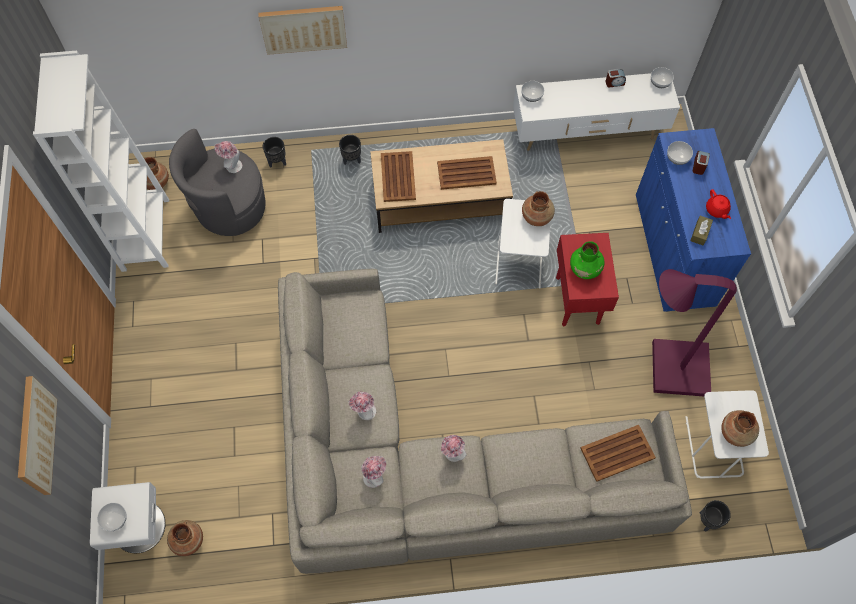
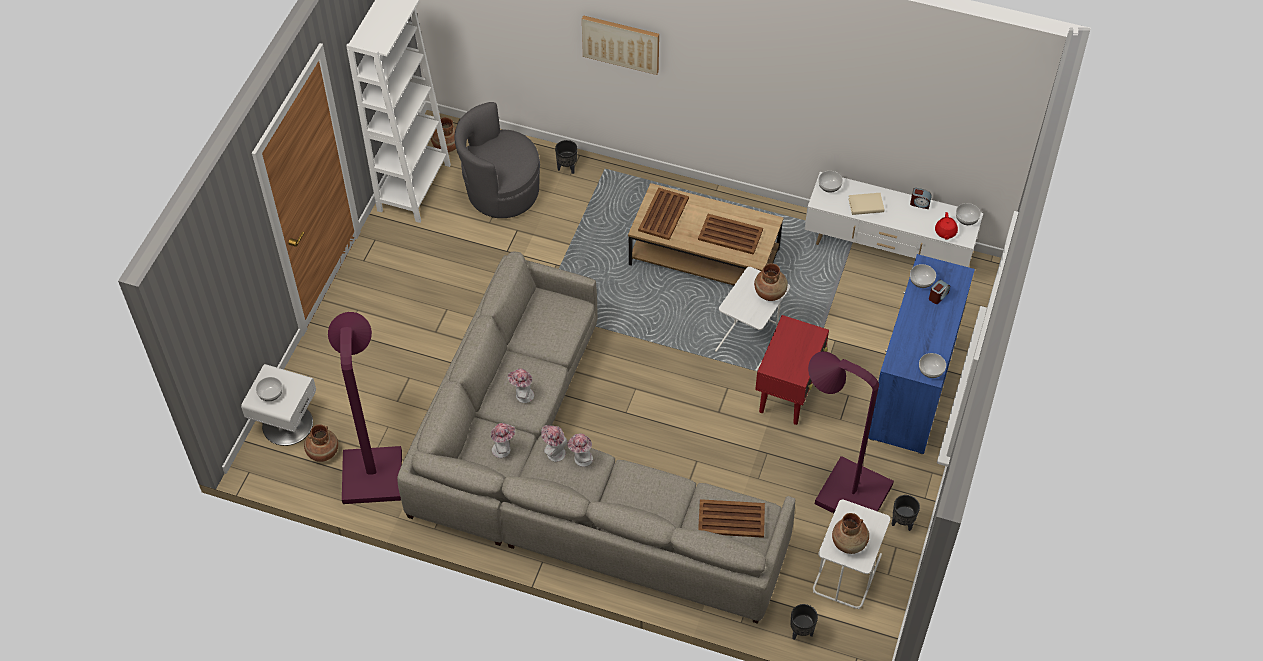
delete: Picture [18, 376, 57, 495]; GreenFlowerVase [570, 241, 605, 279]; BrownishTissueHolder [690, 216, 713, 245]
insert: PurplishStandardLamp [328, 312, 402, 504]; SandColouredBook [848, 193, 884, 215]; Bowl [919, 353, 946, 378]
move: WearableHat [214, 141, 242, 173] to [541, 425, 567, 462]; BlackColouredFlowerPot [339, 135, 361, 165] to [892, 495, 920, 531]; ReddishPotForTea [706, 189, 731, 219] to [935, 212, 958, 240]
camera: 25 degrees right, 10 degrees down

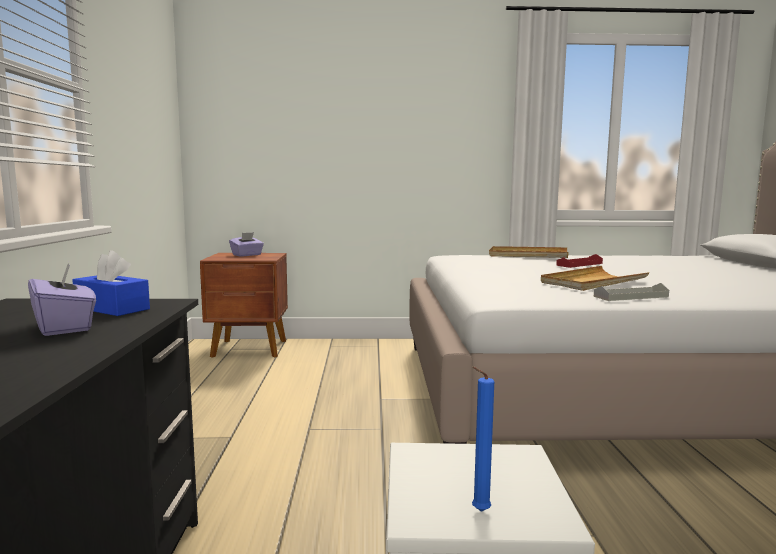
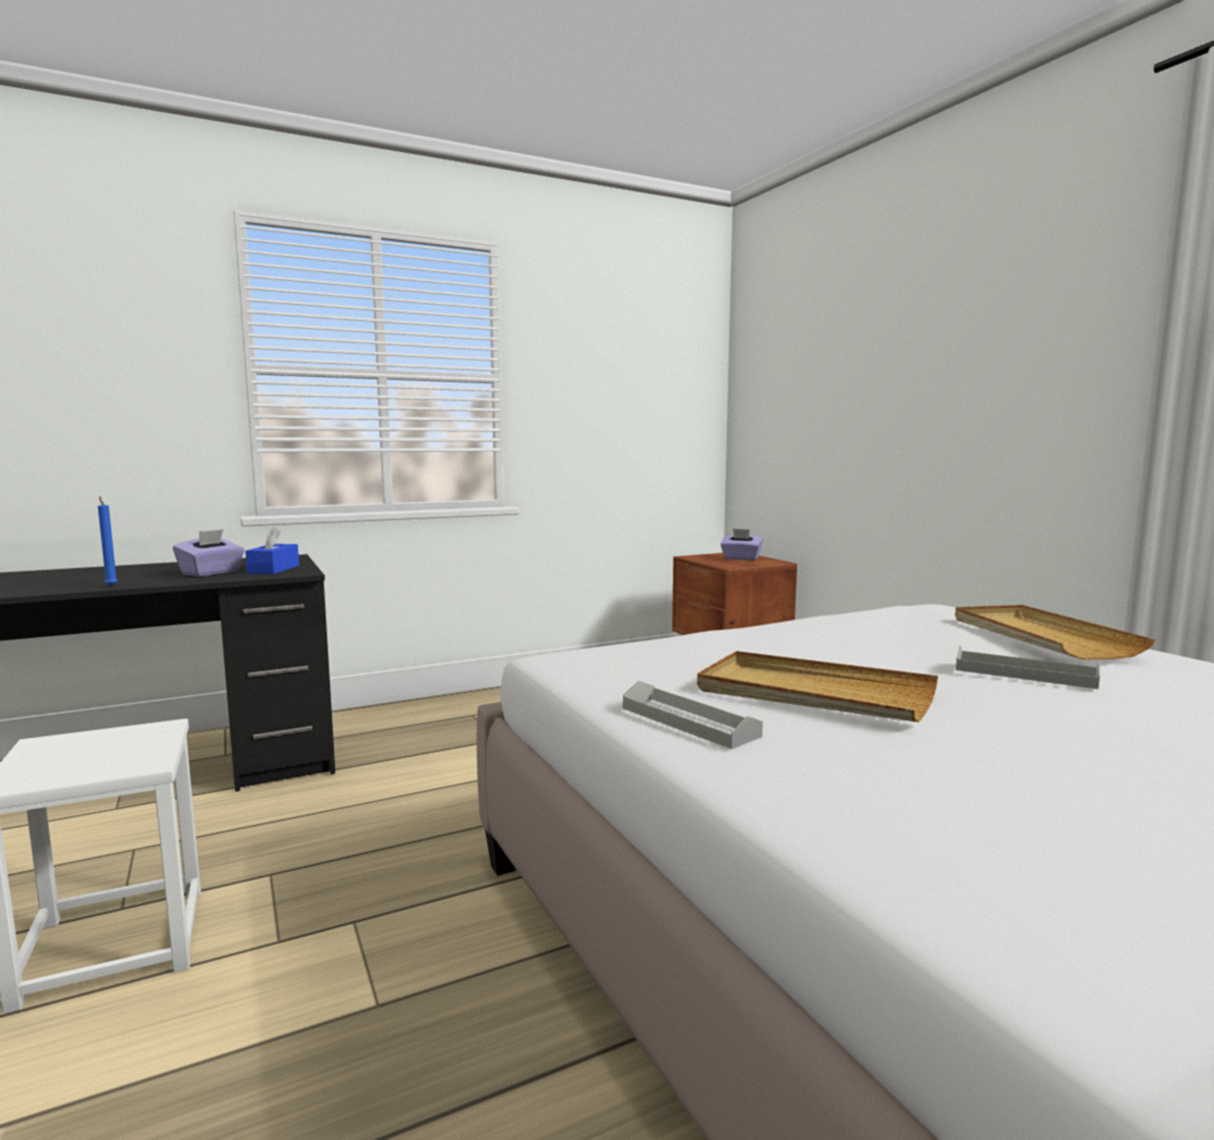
move: BlueColouredCandle [472, 366, 494, 512] to [98, 496, 118, 586]
recolor: ReddishTray [556, 254, 603, 268] to GreyishTray [956, 645, 1100, 689]
camera: 65 degrees right, 0 degrees up

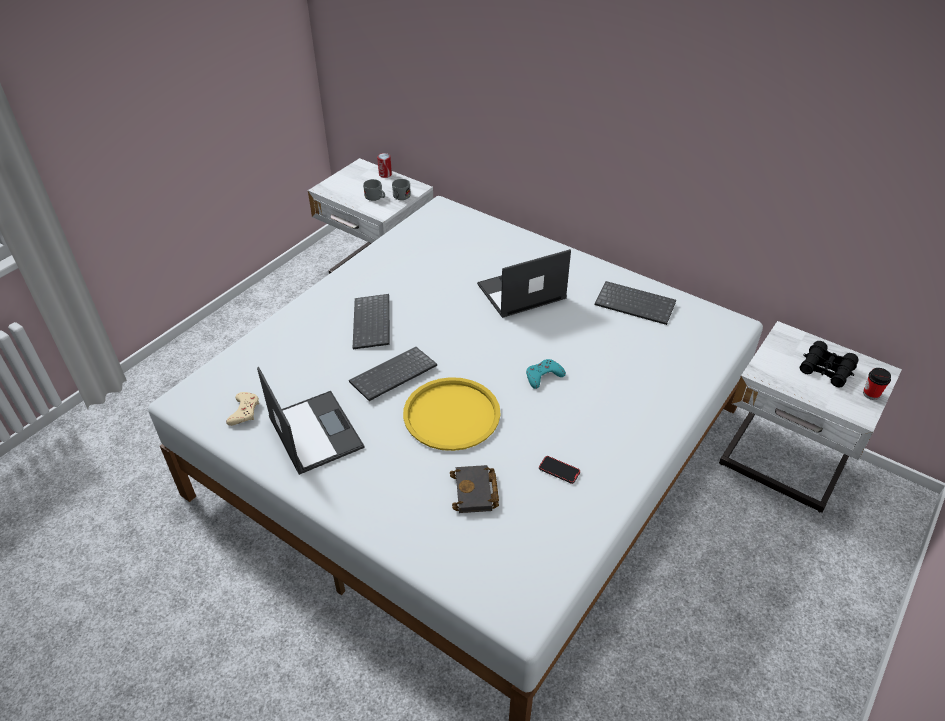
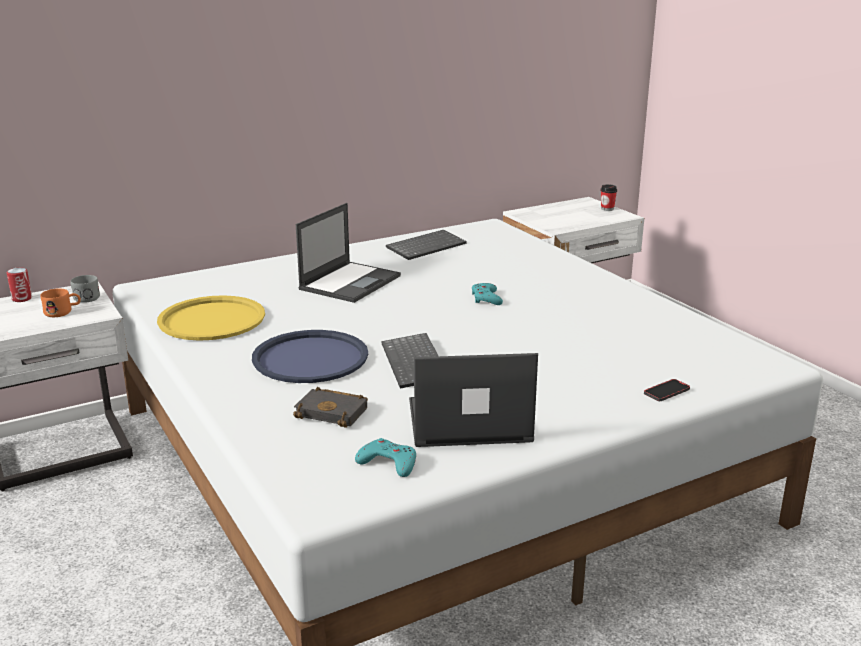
delete: BlackColouredPairOfBinoculars [800, 341, 859, 387]
move: YellowishTray [403, 377, 500, 451] to [157, 295, 265, 341]; BlackColouredBook [450, 465, 499, 513] to [293, 387, 368, 428]; Handset [539, 456, 580, 484] to [644, 379, 690, 401]
replace: ComputerKeyboard [353, 294, 389, 349] to BlueColouredTray [252, 330, 368, 383]
recolor: GreyishTeaMug [363, 179, 385, 201] to OrangeColouredTeaMug [40, 288, 81, 317]; SandColouredGamepad [226, 392, 259, 426] to TurquoiseColouredGamepad [355, 438, 416, 477]
rotate: Laptop [477, 249, 571, 318] = [296, 203, 401, 303] 150 degrees counterclockwise
camera: 65 degrees left, 20 degrees down

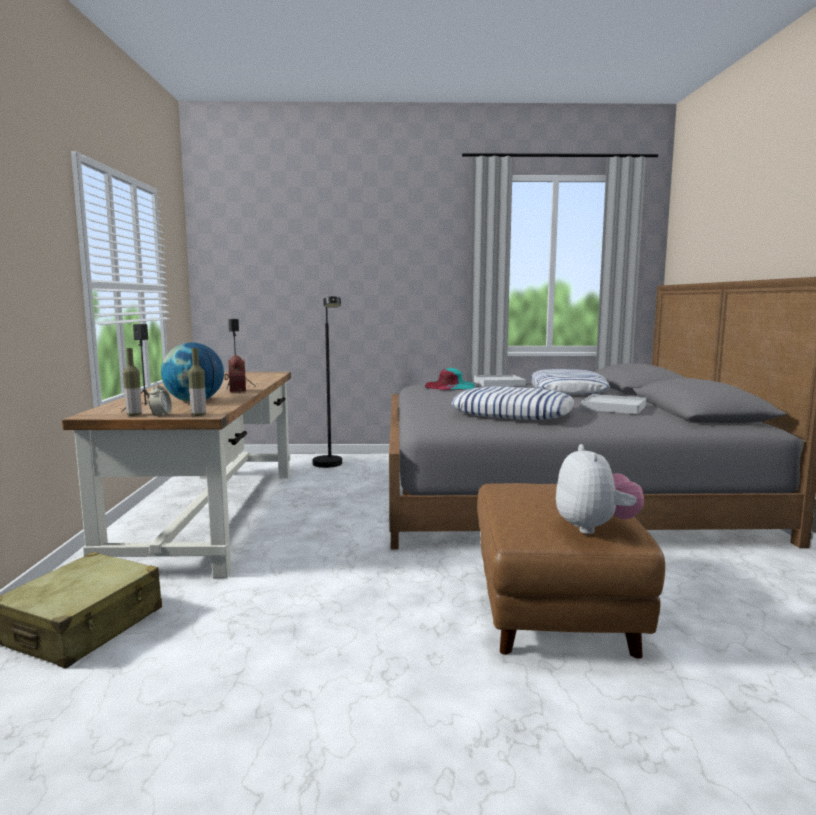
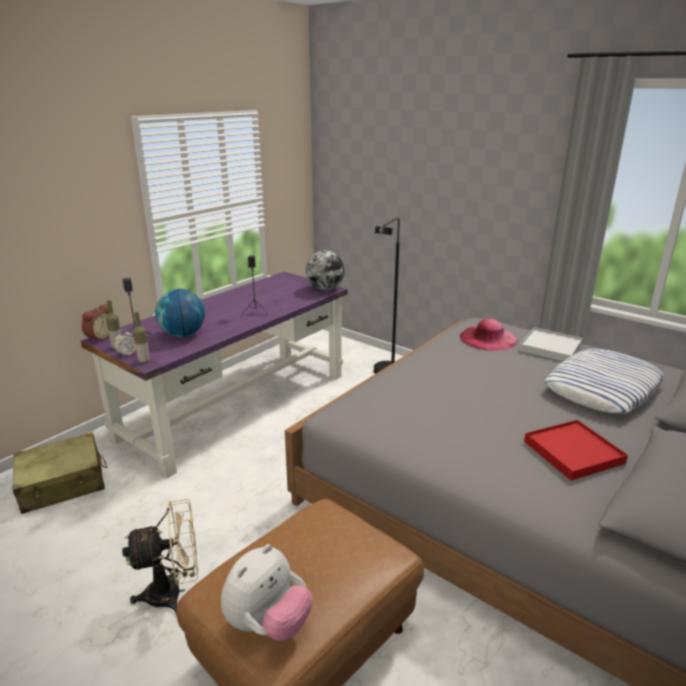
delete: Pillow [451, 386, 574, 420]
insert: SandColouredCoolingFan [122, 499, 198, 613]; Globe [306, 251, 345, 290]
move: TableClock [224, 355, 246, 393] to [82, 304, 109, 343]
recolor: BrownishDesk [62, 372, 291, 578] to PurplishDesk [81, 272, 348, 478]; TurquoiseColouredWearableHat [425, 368, 475, 390] to PinkColouredWearableHat [460, 319, 517, 351]; WhiteColouredTray [581, 394, 646, 414] to ReddishTray [524, 420, 628, 480]
camera: 40 degrees right, 15 degrees up

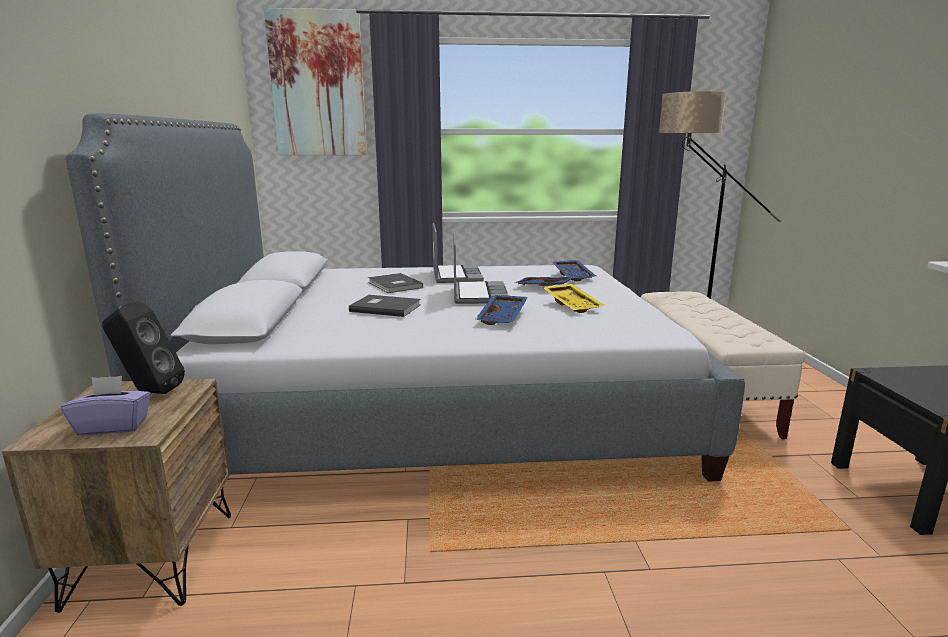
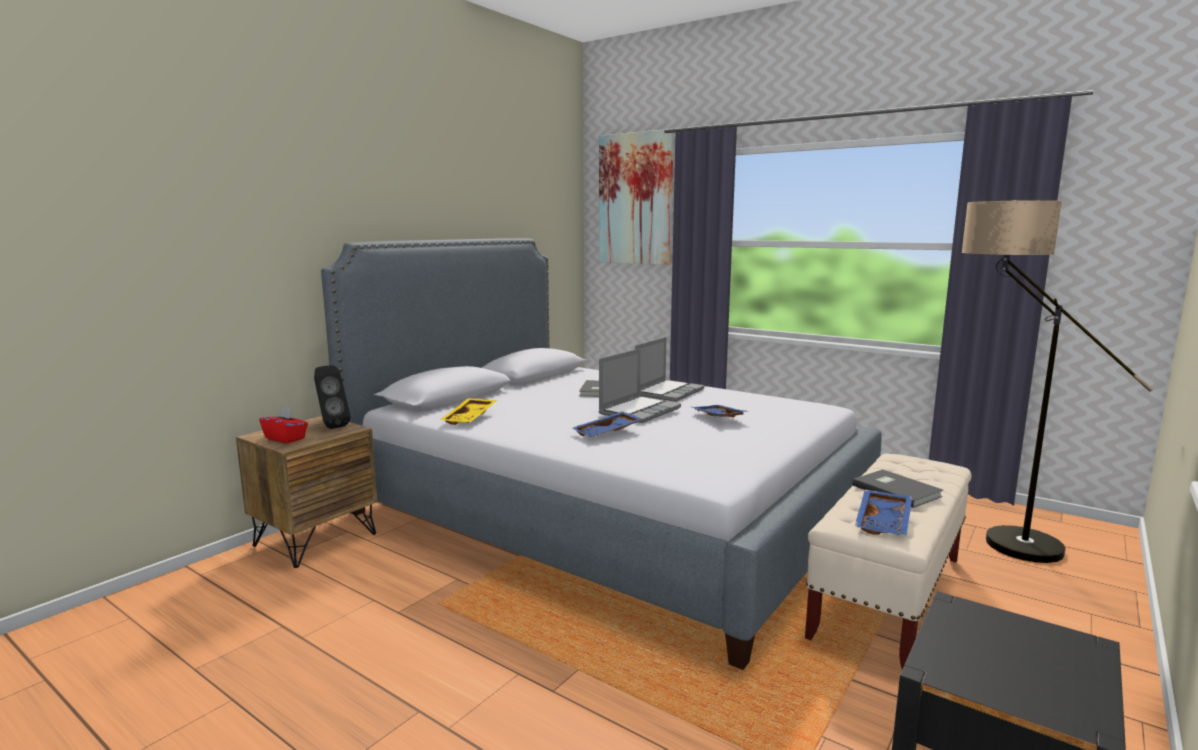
move: YellowishTray [543, 284, 604, 313] to [440, 398, 497, 425]; GreyishBook [349, 295, 421, 317] to [852, 469, 943, 508]; BlueColouredTray [552, 260, 596, 281] to [854, 490, 912, 535]
recolor: PurplishTissueHolder [61, 376, 151, 436] to ReddishTissueHolder [259, 406, 308, 444]
camera: 40 degrees right, 5 degrees down

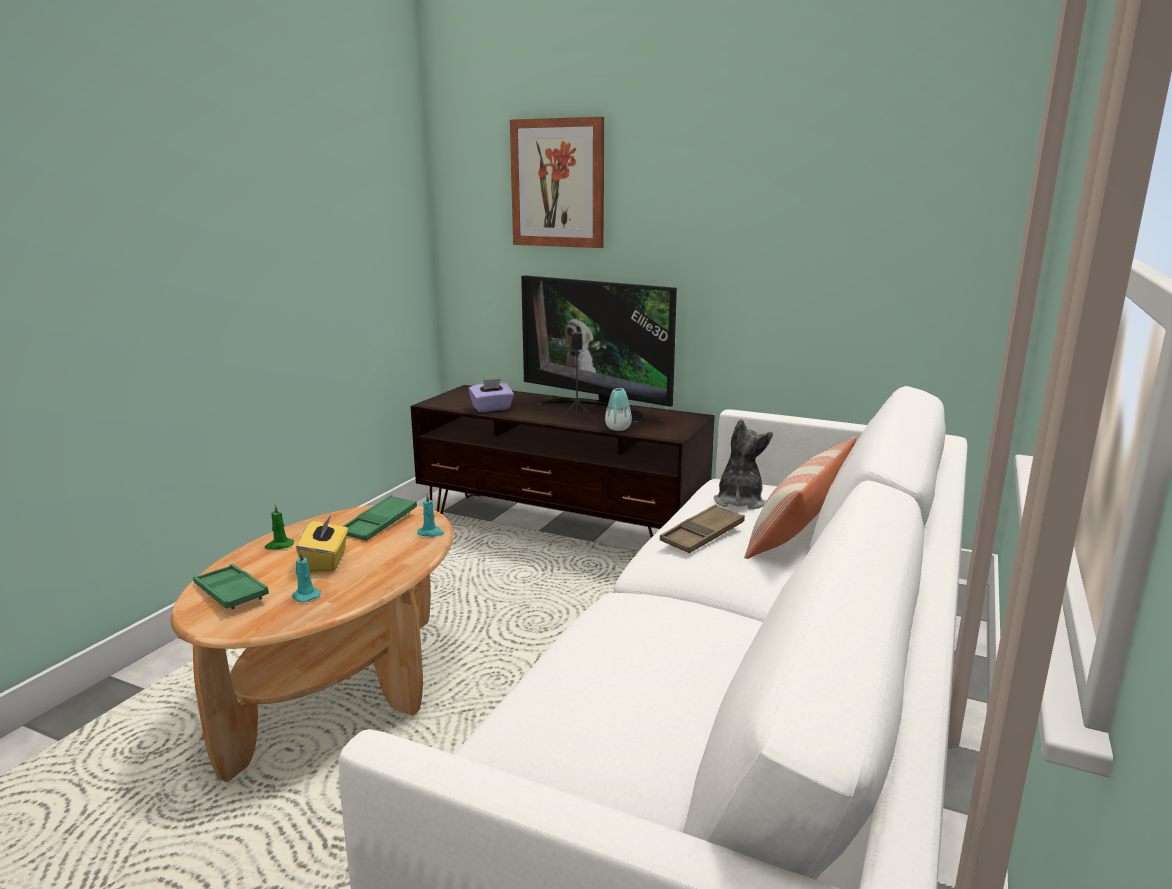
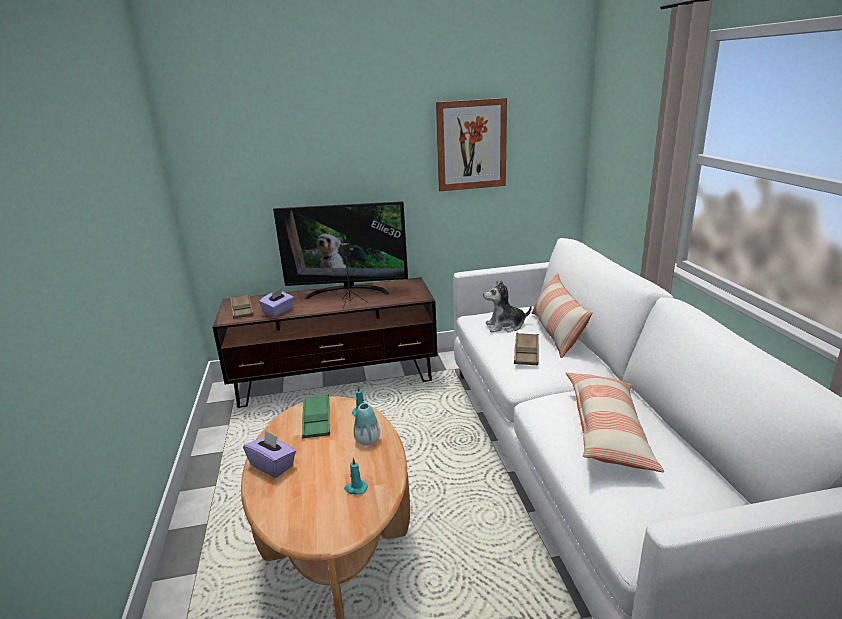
delete: GreenTray [193, 564, 269, 609]; YellowishTissueHolder [296, 514, 348, 572]
insert: BrownishTray [230, 294, 253, 319]; Pillow [566, 372, 664, 472]
move: FlowerVase [605, 388, 632, 431] to [353, 403, 380, 446]; Picture [510, 117, 604, 248] to [436, 98, 507, 191]
replace: GreenCandle [265, 504, 294, 550] to PurplishTissueHolder [243, 430, 296, 478]
rotate: CuddlyToy [714, 419, 773, 509] = [483, 281, 532, 332] 75 degrees counterclockwise
camera: 35 degrees left, 5 degrees up

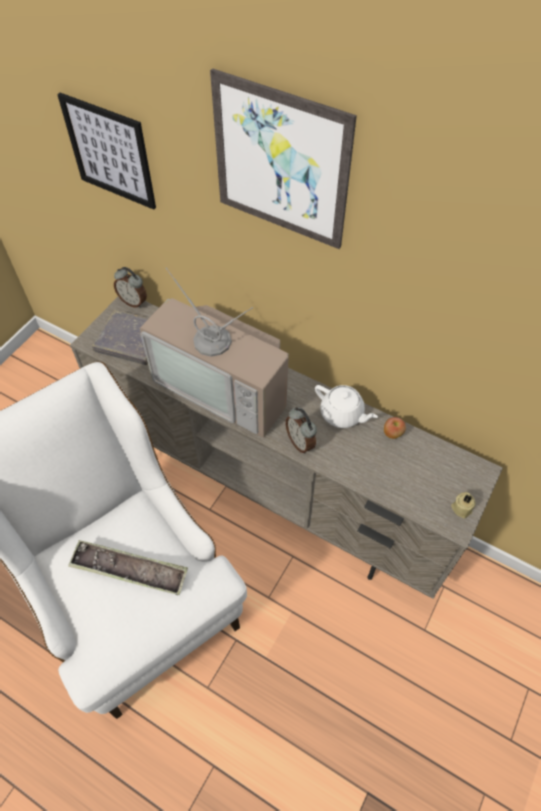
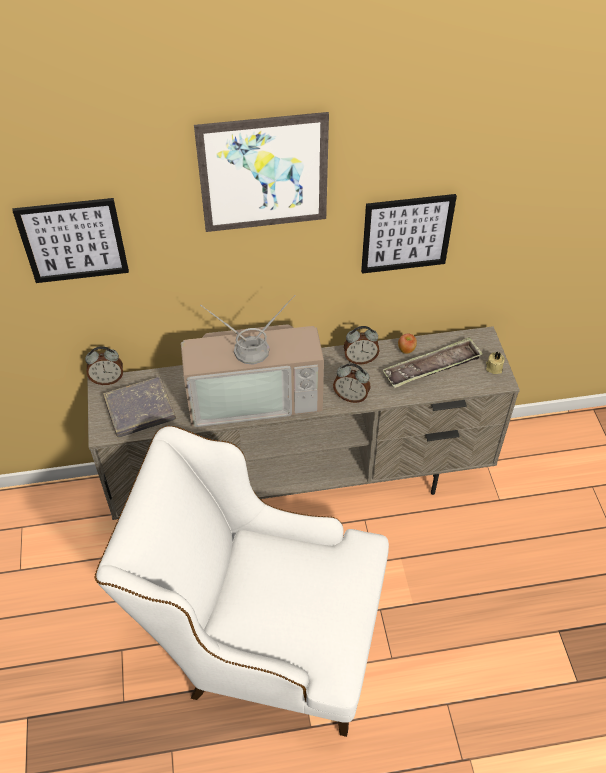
insert: Picture [361, 194, 457, 274]
move: Tray [68, 540, 188, 595] to [383, 337, 483, 388]
replace: WhiteColouredPotForTea [315, 385, 378, 428] to TableClock [344, 326, 380, 364]
camera: 40 degrees left, 5 degrees down

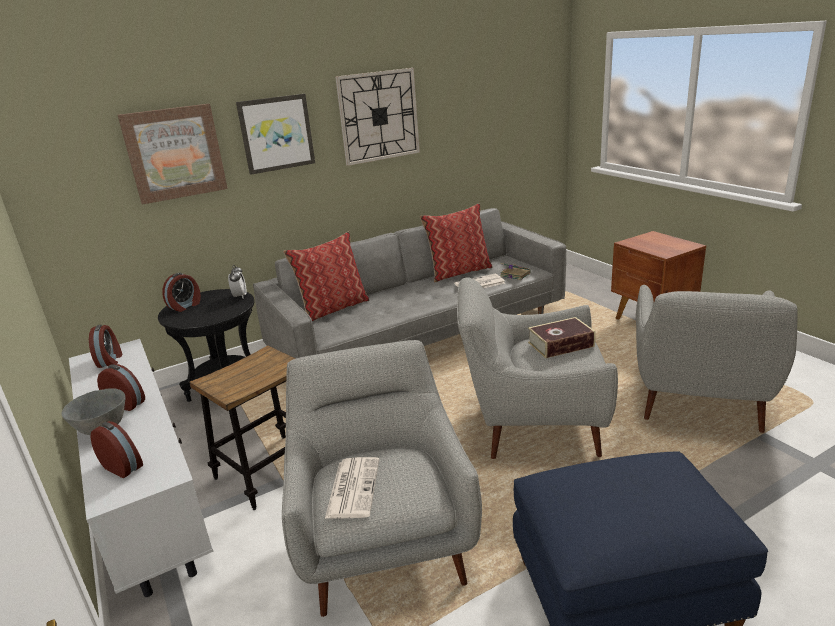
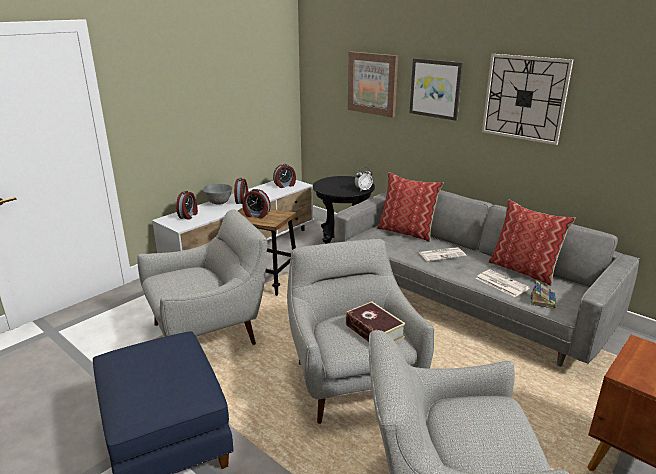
move: TableClock [163, 273, 201, 312] to [243, 189, 271, 219]; Newspaper [325, 457, 379, 519] to [419, 247, 466, 261]
camera: 70 degrees right, 0 degrees up

